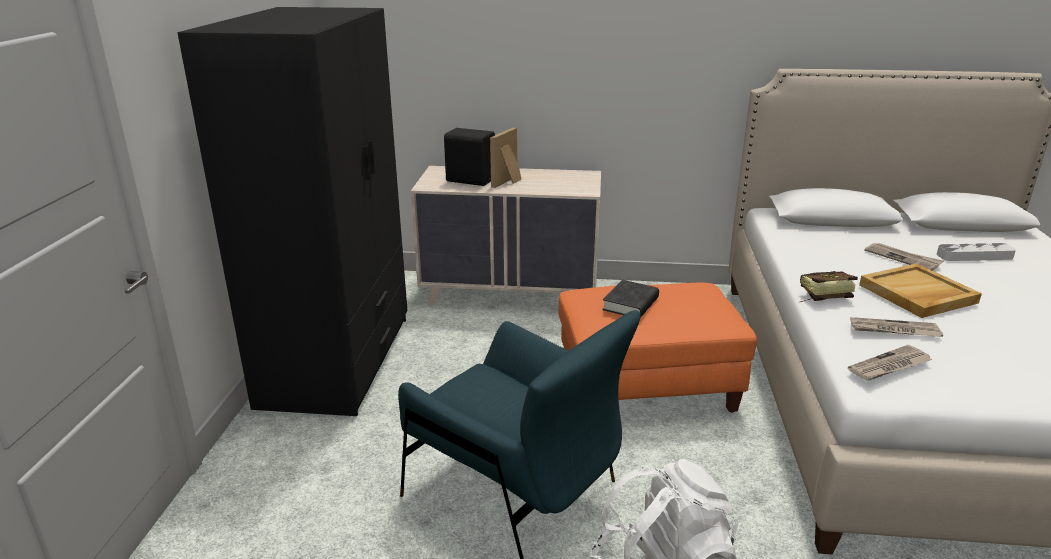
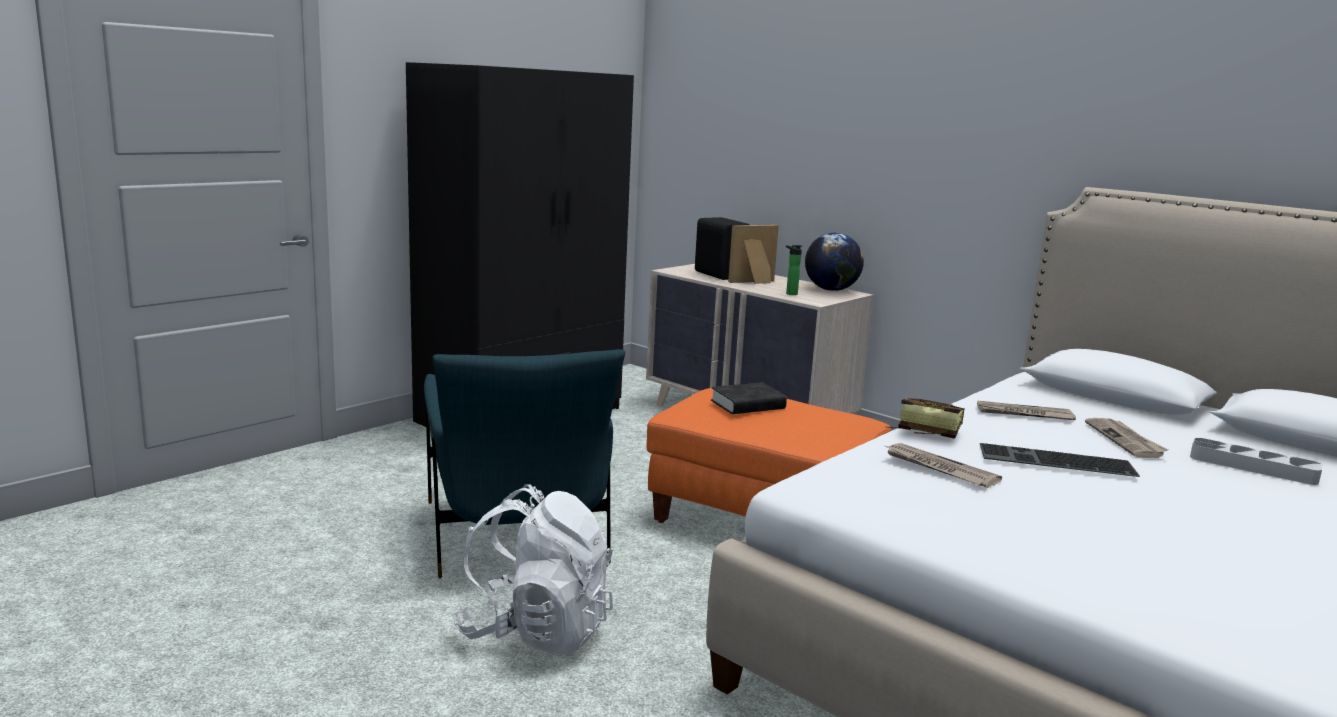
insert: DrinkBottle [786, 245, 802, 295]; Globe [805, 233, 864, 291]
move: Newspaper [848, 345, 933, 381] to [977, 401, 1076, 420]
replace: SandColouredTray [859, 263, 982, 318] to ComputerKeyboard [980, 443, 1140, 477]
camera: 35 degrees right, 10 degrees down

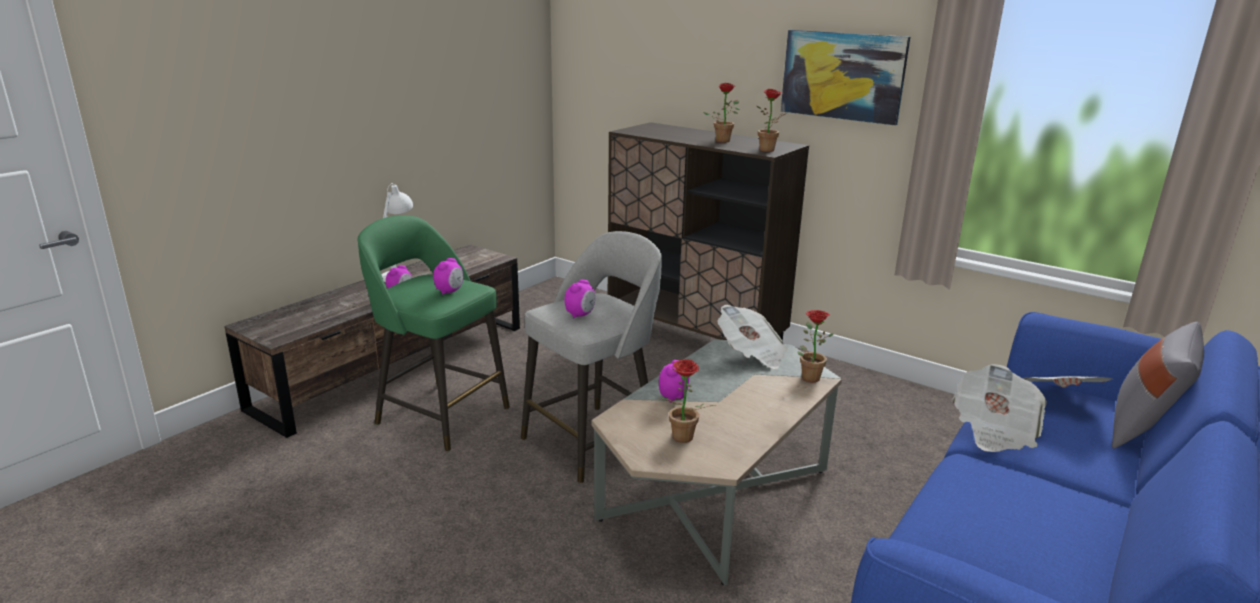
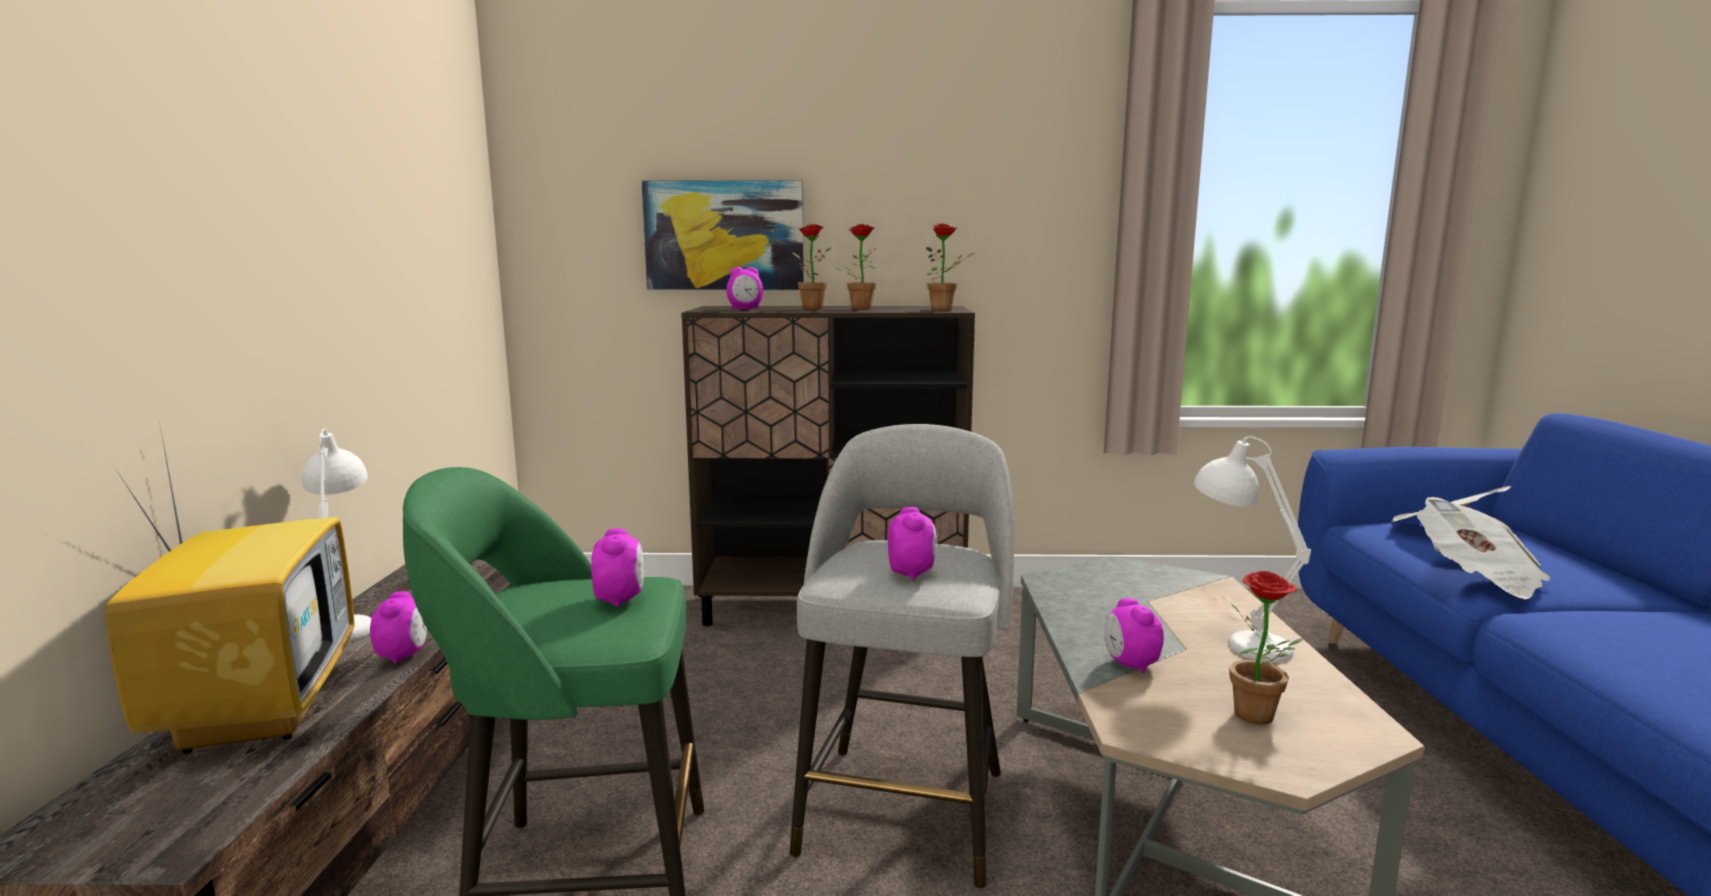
delete: Newspaper [717, 305, 788, 369]; GreyishPillow [1112, 322, 1204, 449]
insert: TvSet [105, 421, 355, 754]; TableClock [727, 267, 763, 309]; WhiteColouredLampForATable [1194, 436, 1311, 663]
move: Picture [781, 30, 910, 125] to [642, 180, 804, 290]; PlantInAPot [797, 310, 834, 382] to [792, 224, 832, 309]
camera: 35 degrees left, 10 degrees down

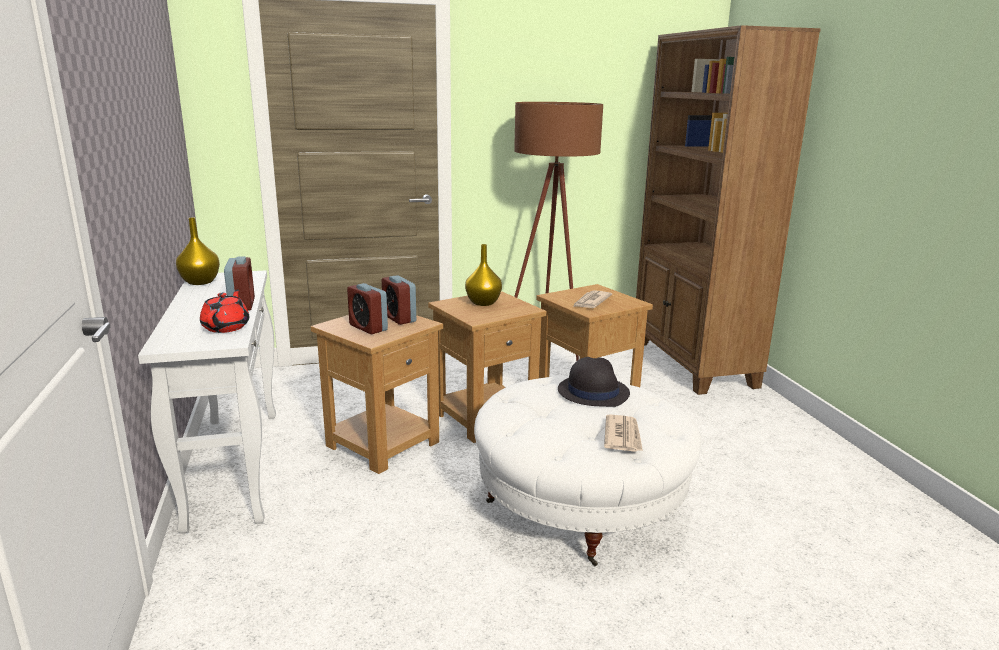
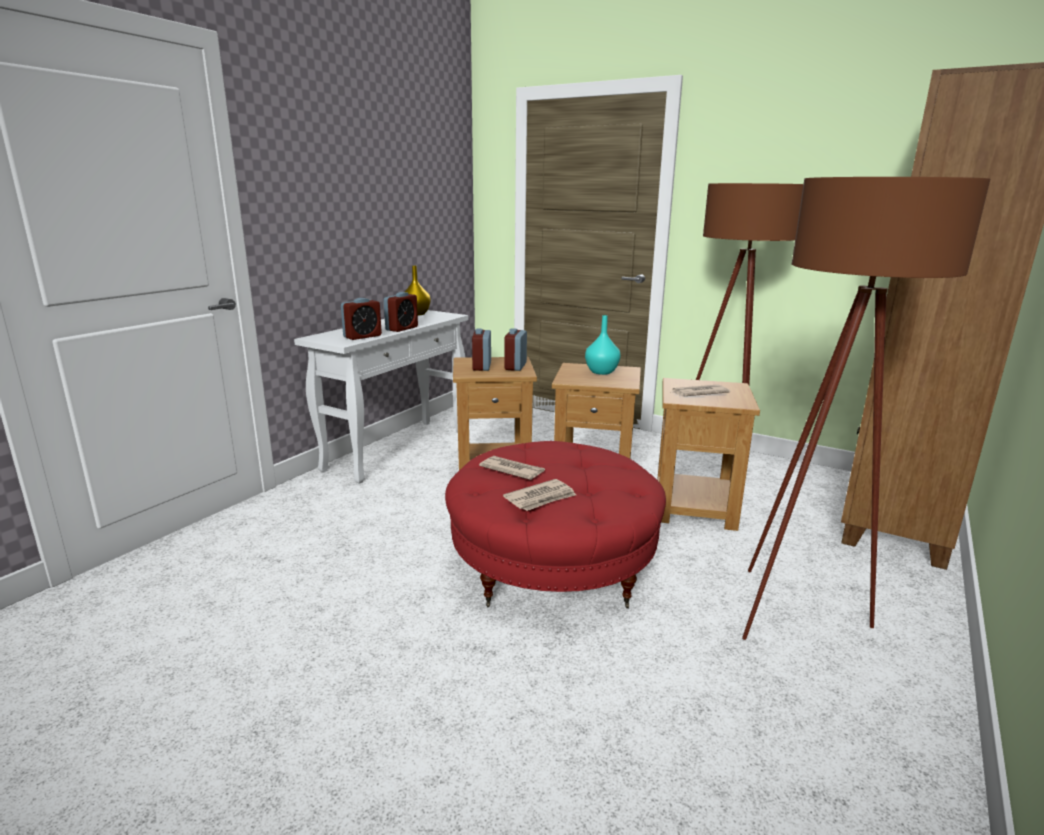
delete: BlackColouredWearableHat [558, 357, 630, 407]
insert: Newspaper [479, 456, 545, 480]; BrownishStandardLamp [742, 177, 990, 640]
replace: ReddishPotForTea [200, 289, 249, 333] to TableClock [341, 298, 382, 340]
recolor: WhiteColouredPouffe [474, 376, 701, 566] to ReddishPouffe [445, 441, 666, 608]; YellowishFlowerVase [465, 244, 502, 306] to TurquoiseColouredFlowerVase [585, 315, 621, 375]
camera: 45 degrees right, 0 degrees up

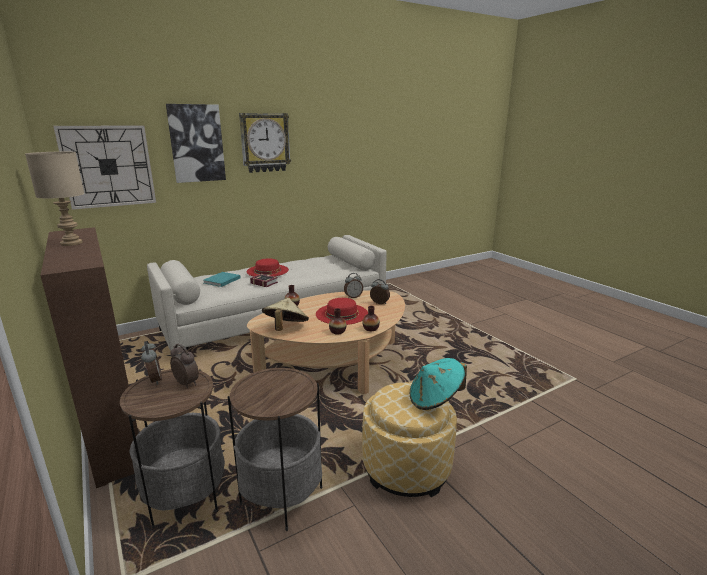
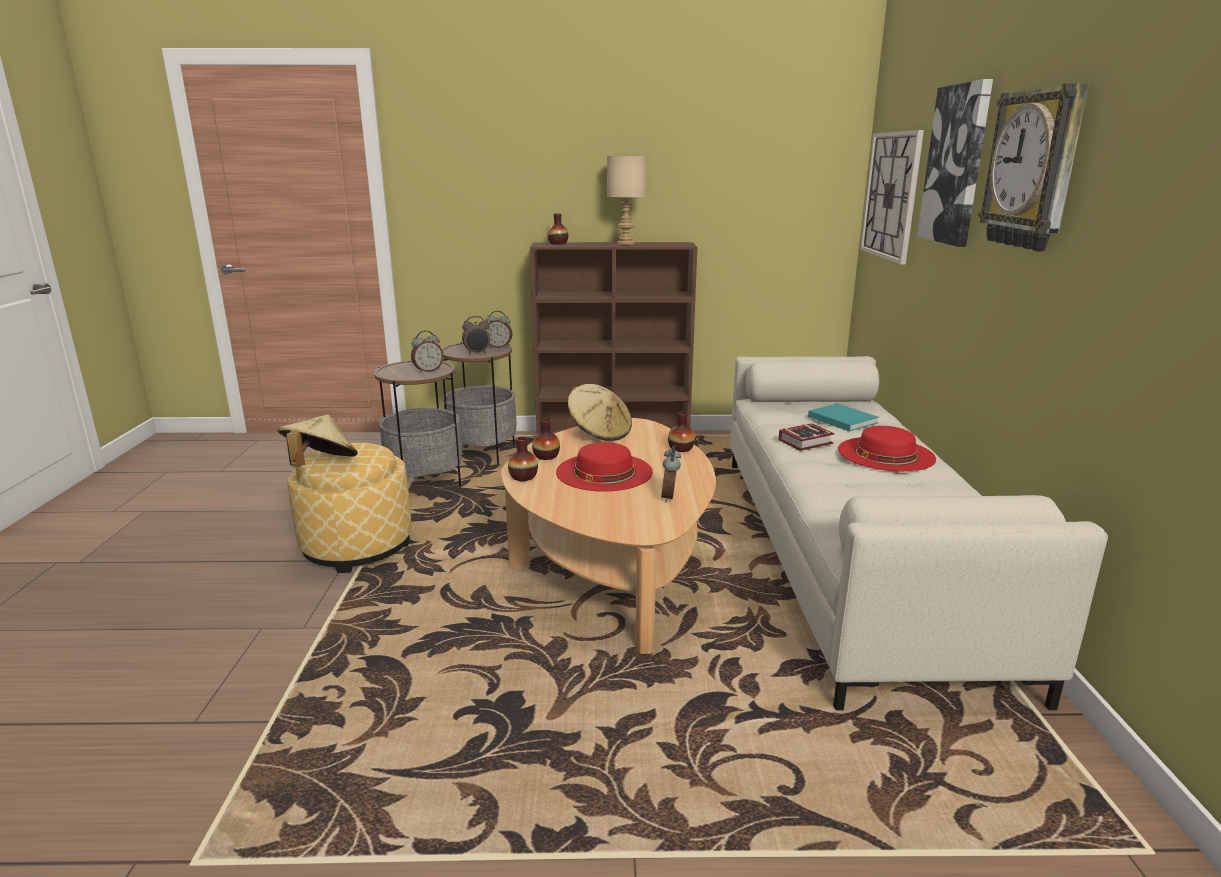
insert: FlowerVase [548, 213, 568, 245]
move: TableClock [370, 279, 390, 304] to [411, 331, 444, 373]
recolor: TurquoiseColouredWearableHat [410, 358, 467, 410] to SandColouredWearableHat [277, 414, 358, 467]
camera: 120 degrees right, 0 degrees up

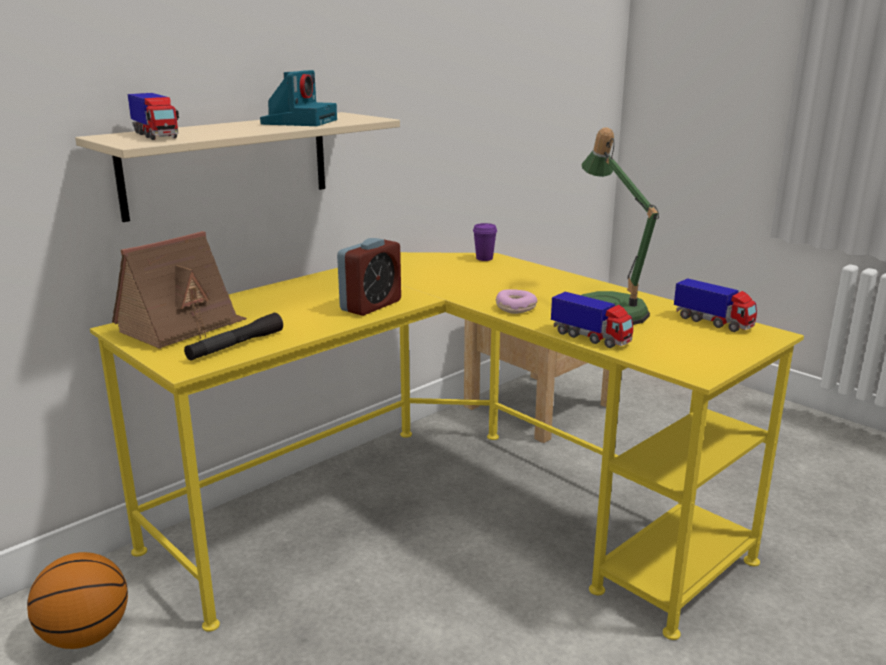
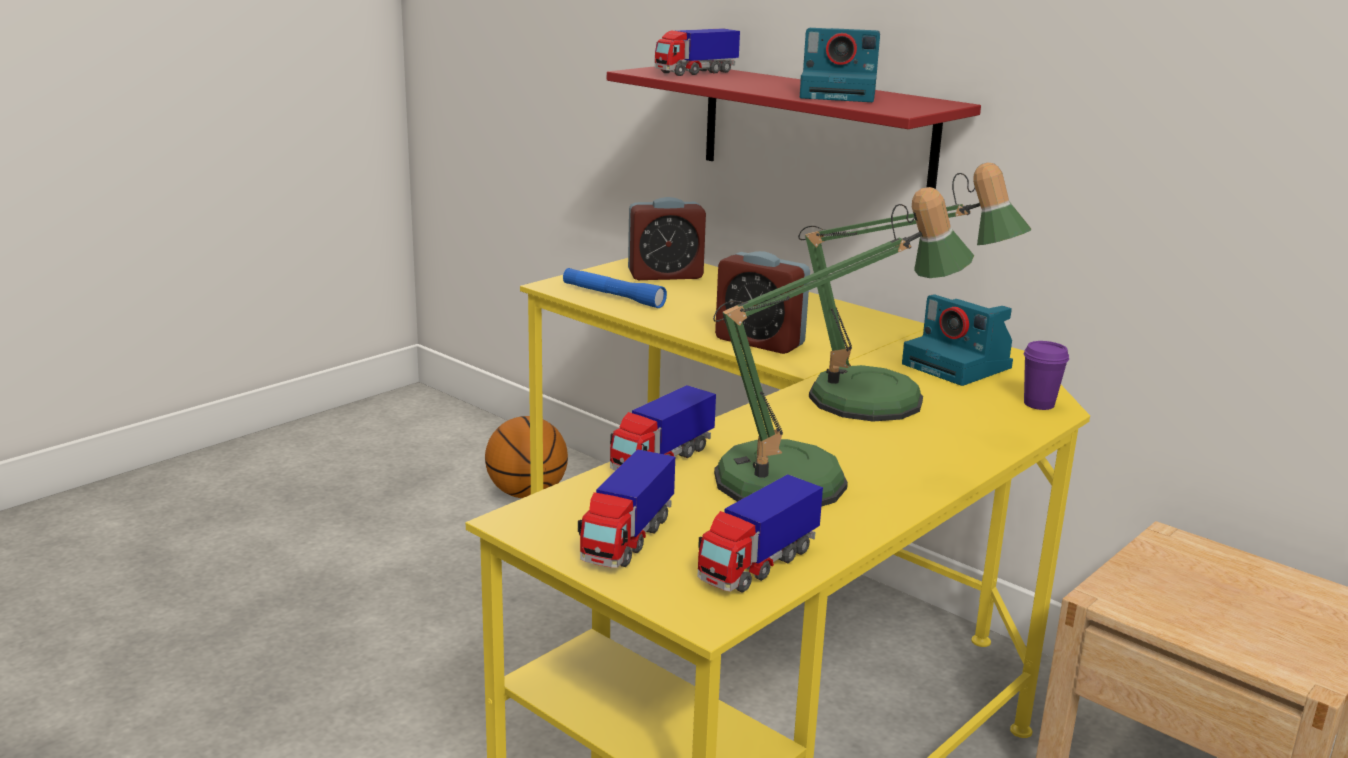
delete: Donut [496, 289, 537, 314]
insert: ToyLorry [578, 449, 675, 568]; LampForATable [798, 163, 1031, 422]; StillCamera [902, 294, 1013, 386]
replace: ModelHouse [112, 231, 247, 349] to TableClock [628, 197, 706, 280]
recolor: BlackColouredTorch [184, 313, 283, 361] to BlueColouredTorch [563, 268, 667, 308]; SandColouredShelf [75, 112, 400, 222] to ReddishShelf [607, 66, 981, 189]
camera: 85 degrees right, 0 degrees up

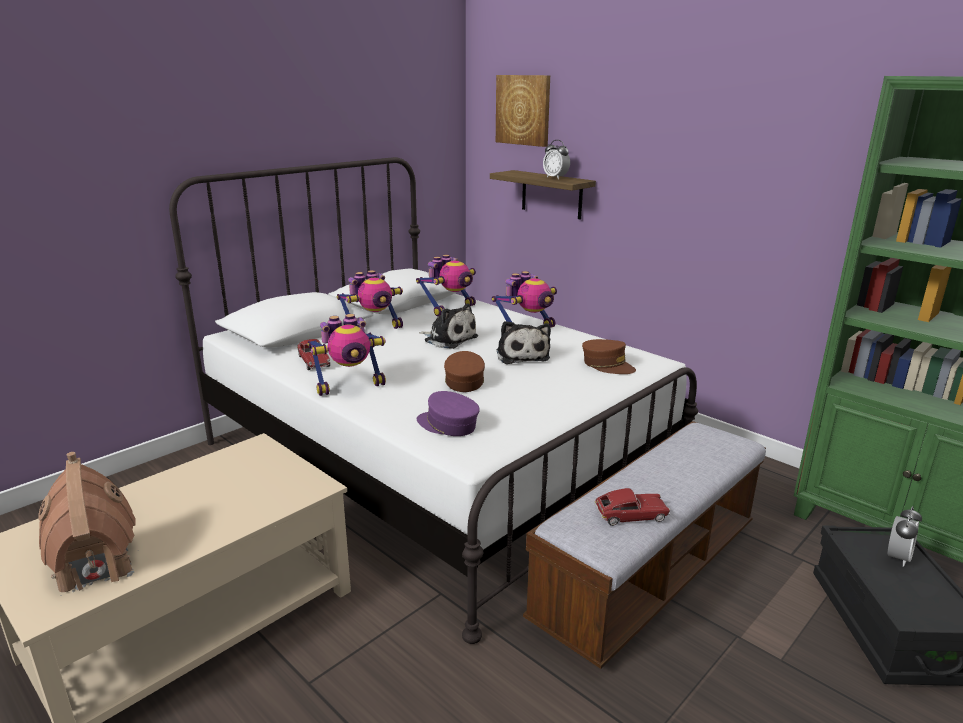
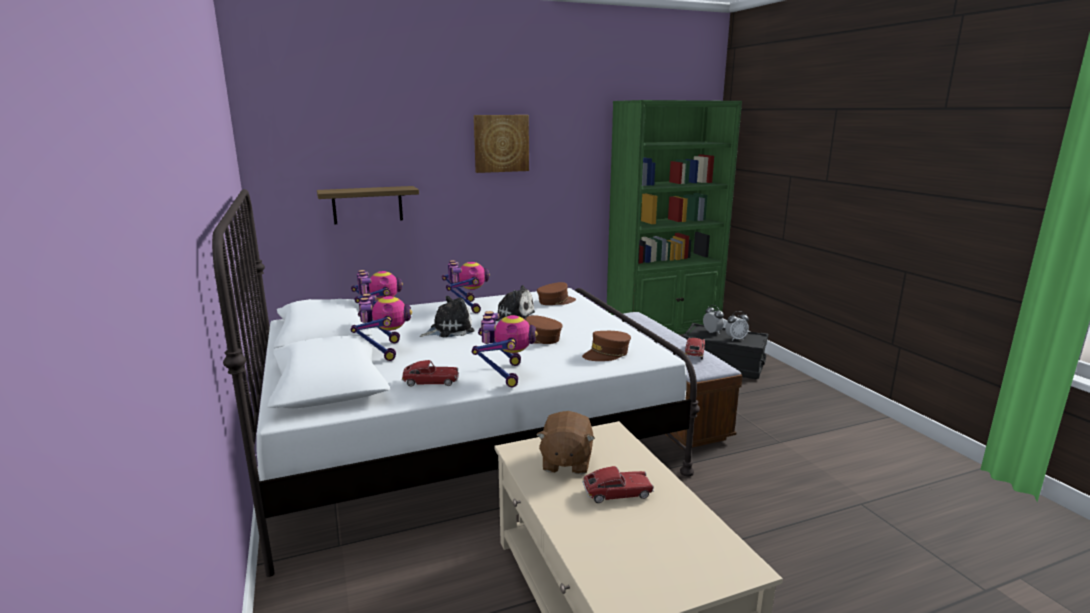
delete: ModelHouse [38, 452, 138, 596]
insert: BrownishCuddlyToy [536, 411, 595, 474]; ToyCar [582, 466, 654, 503]
move: Picture [496, 75, 550, 147] to [474, 115, 529, 173]; TableClock [543, 140, 570, 179] to [725, 311, 749, 341]
recolor: PurplishBaseballCap [417, 391, 480, 436] to BrownishBaseballCap [582, 331, 631, 361]
camera: 65 degrees left, 5 degrees down

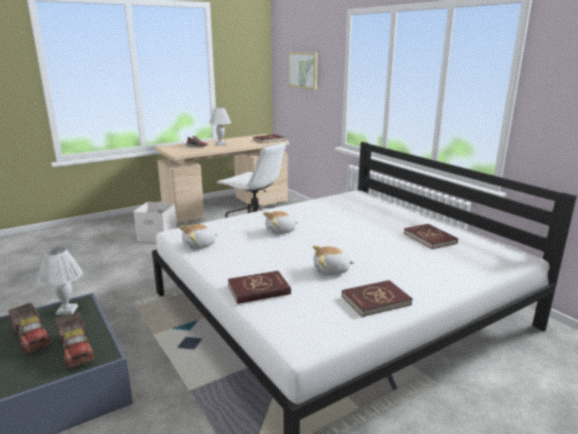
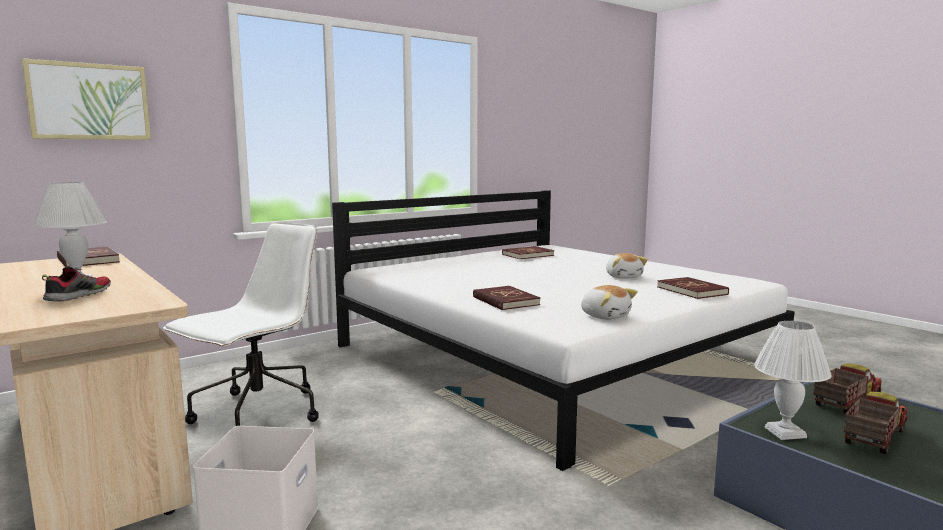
delete: CuddlyToy [263, 211, 298, 234]
move: ReddishBook [342, 280, 413, 317] to [473, 286, 540, 310]
camera: 95 degrees left, 10 degrees down

